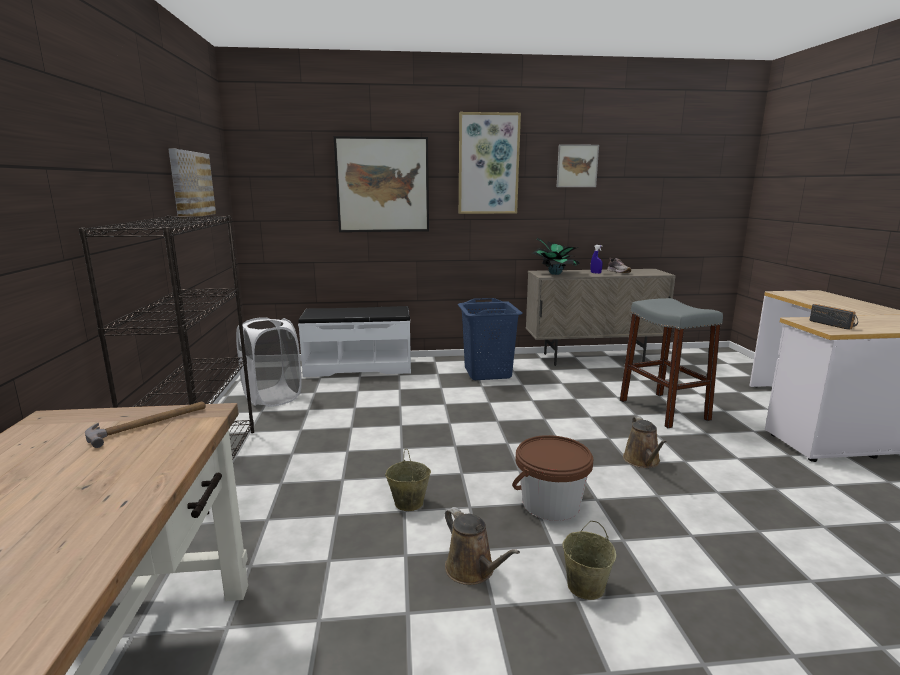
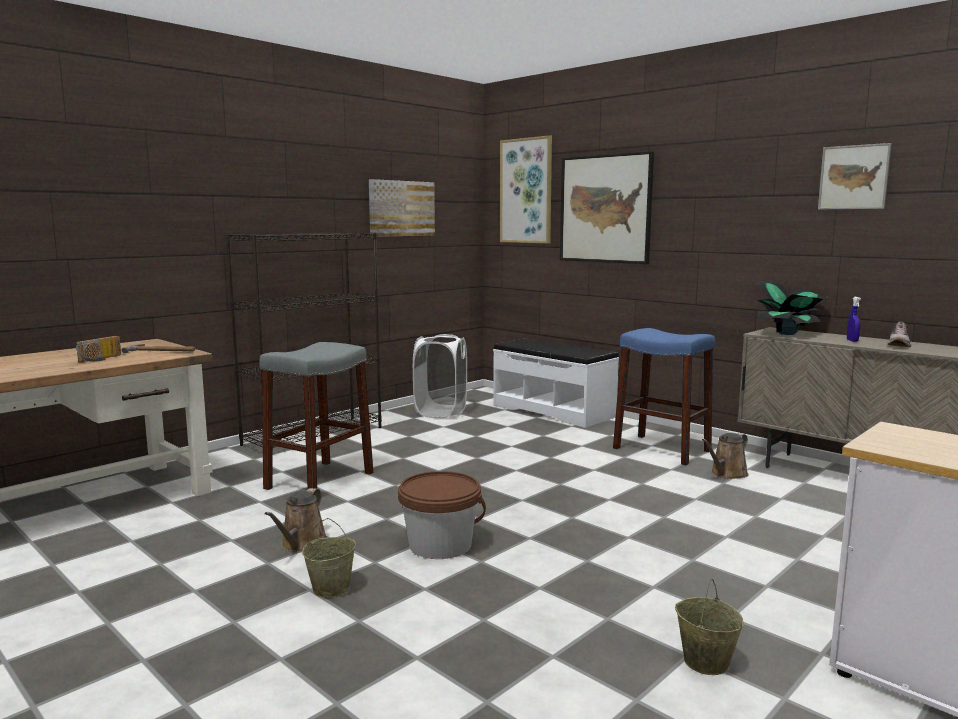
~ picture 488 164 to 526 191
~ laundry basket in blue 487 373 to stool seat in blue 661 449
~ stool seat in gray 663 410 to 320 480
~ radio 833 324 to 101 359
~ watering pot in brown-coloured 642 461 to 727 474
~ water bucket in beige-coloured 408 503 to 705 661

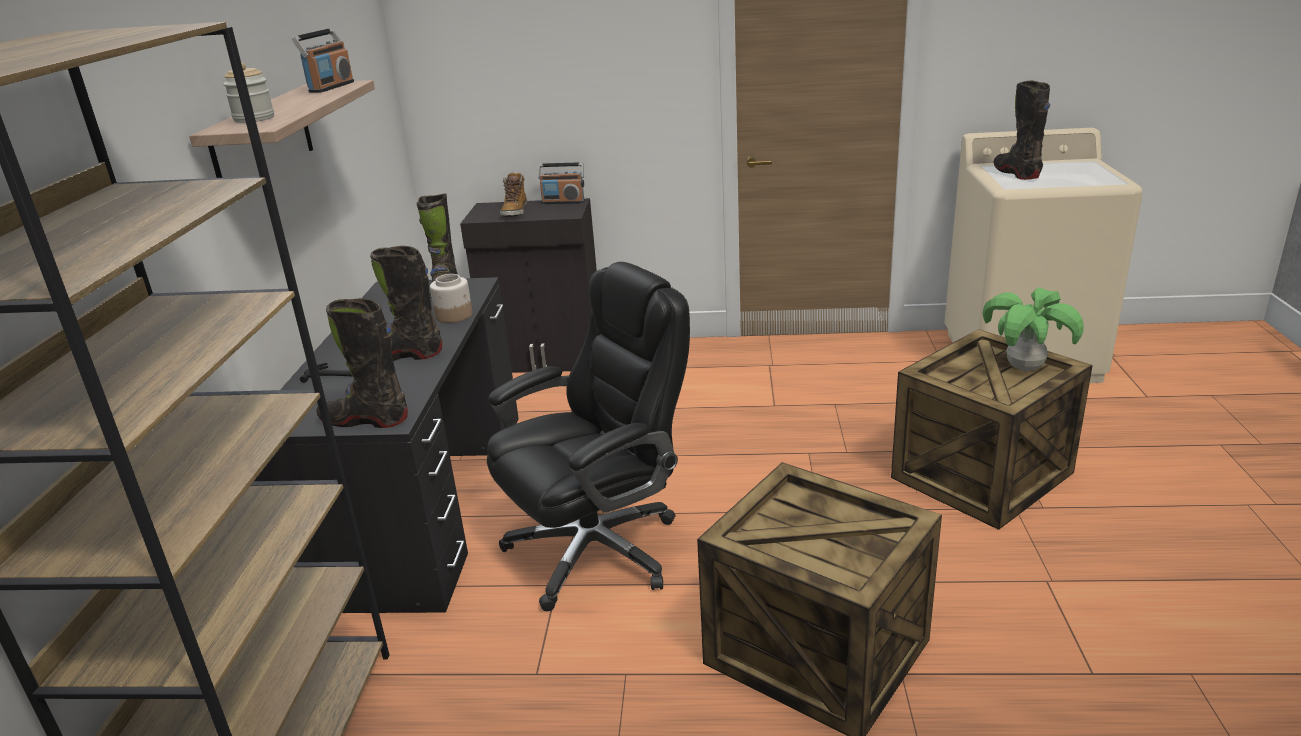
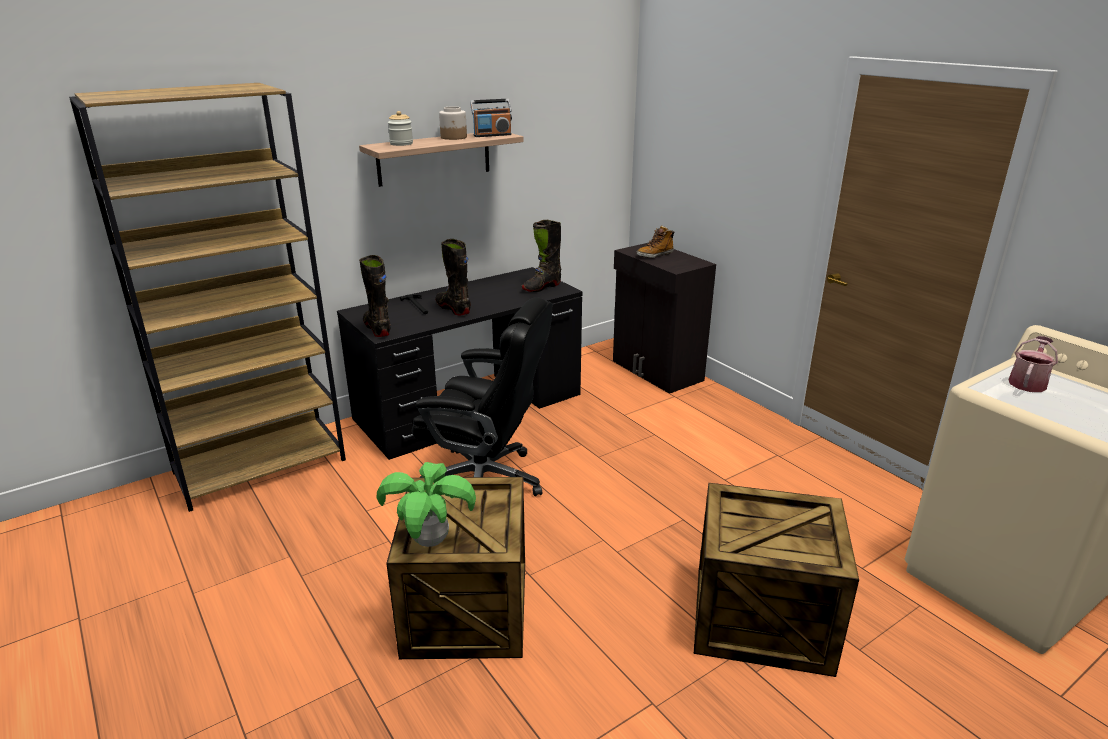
~ high-top boot in blackish 1016 173 to watering pot 1028 382
- radio 563 202
~ preserve jar 454 315 to 454 137
~ plant in a pot 1024 368 to 430 541

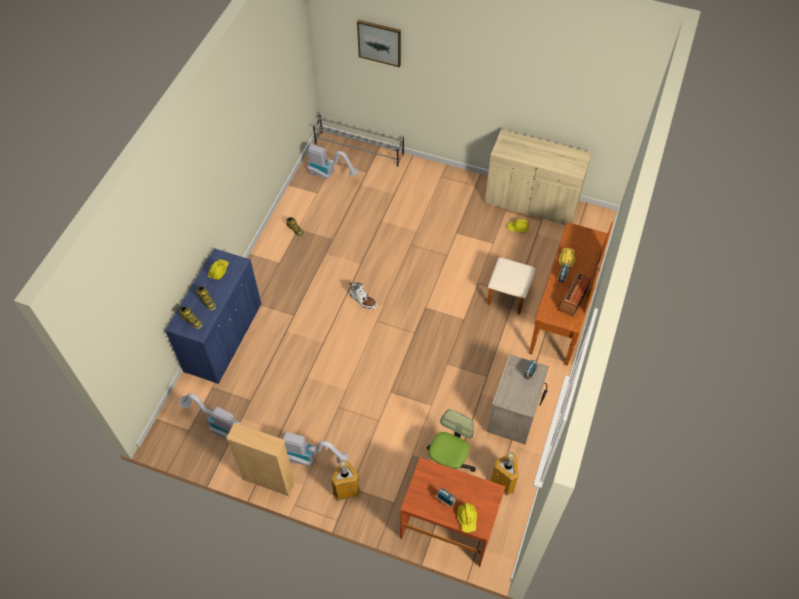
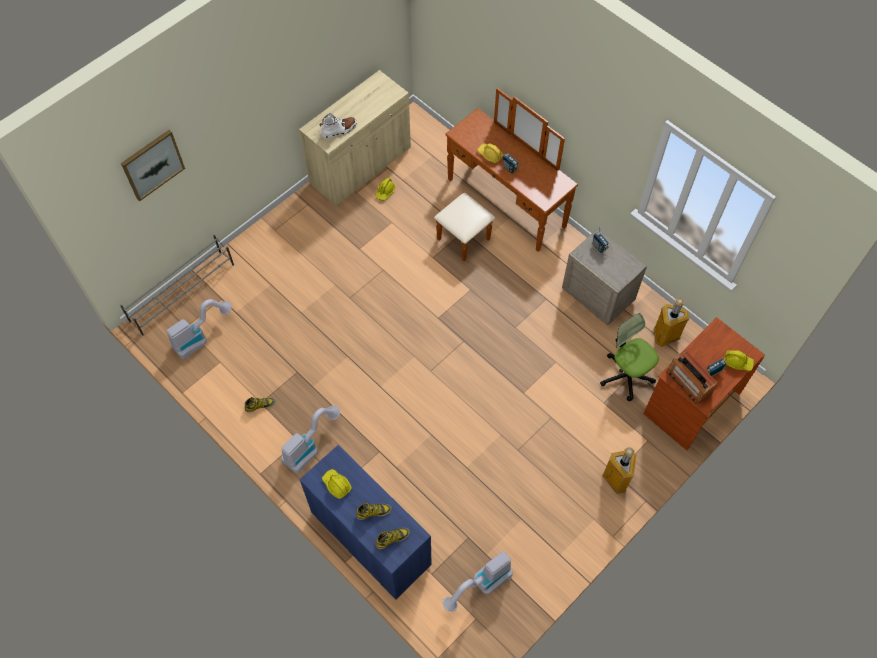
~ radio 572 299 to 688 382
~ high-top boot in white 363 300 to 339 130
- bookshelf in beige-coloured 269 480
~ hoover 311 457 to 309 447

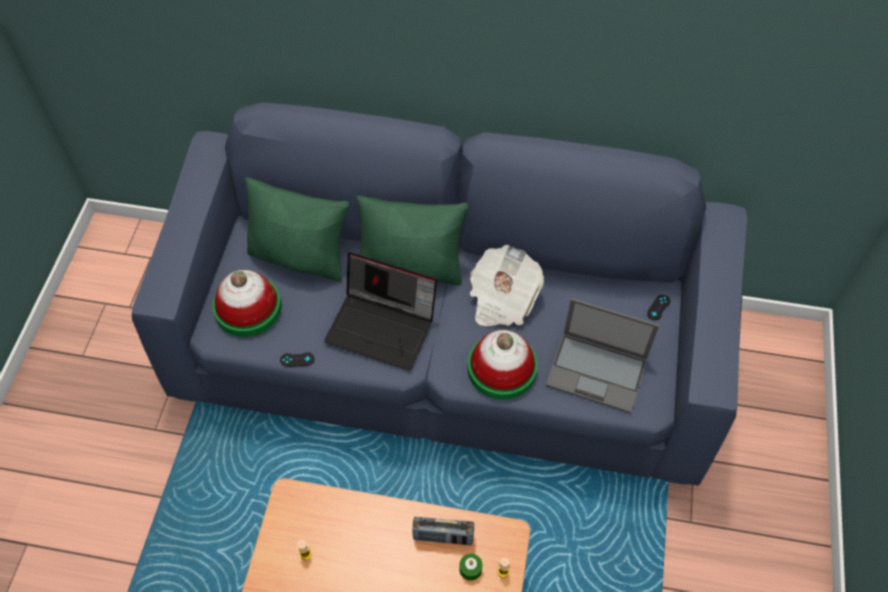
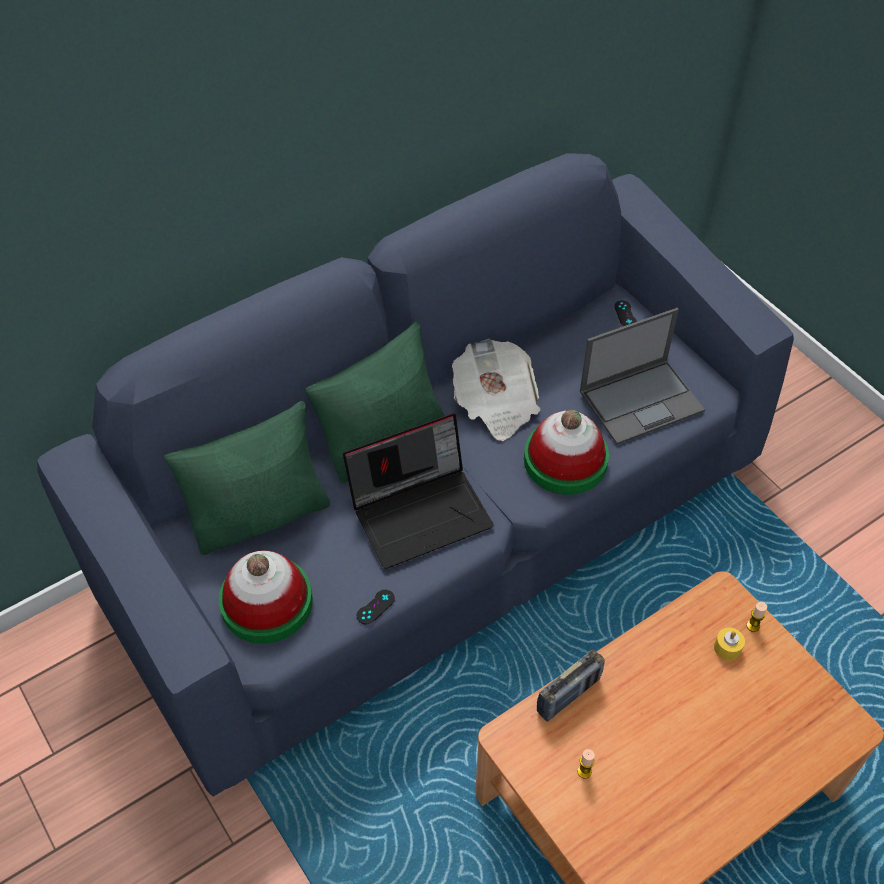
~ radio 443 537 to 568 695
~ candle in greenish 470 569 to candle in yellowish 727 648

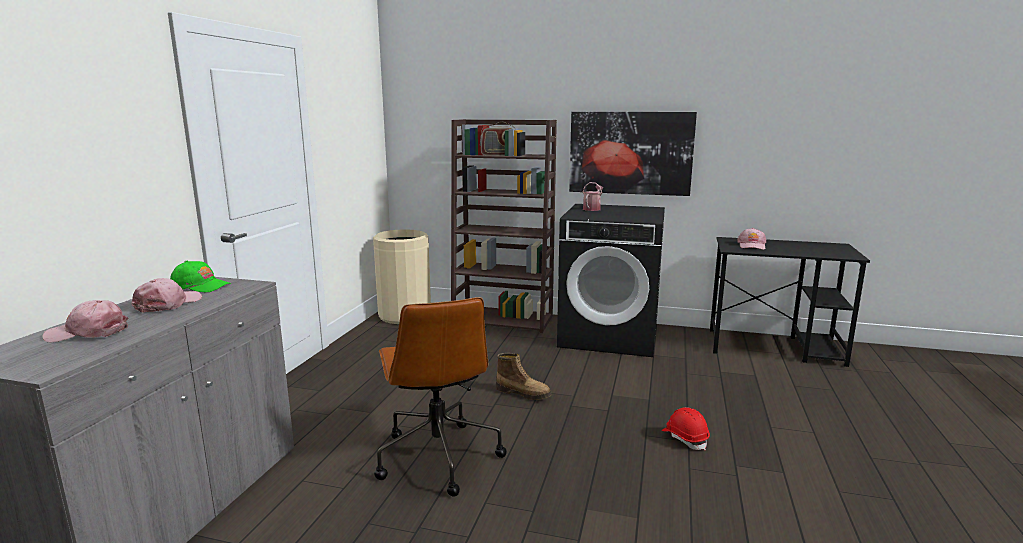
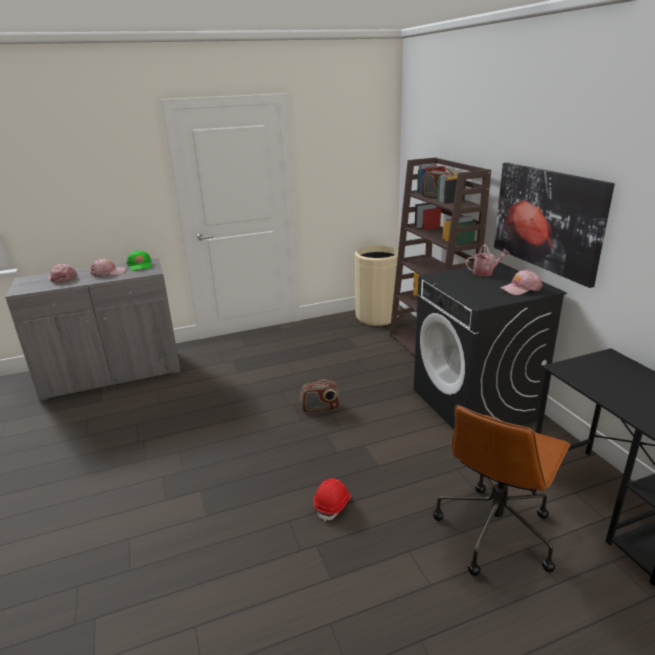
~ cap in pinkish 752 245 to 520 289
~ office chair in brown-coloured 438 456 to 495 530
~ high-top boot 523 393 to radio 320 408

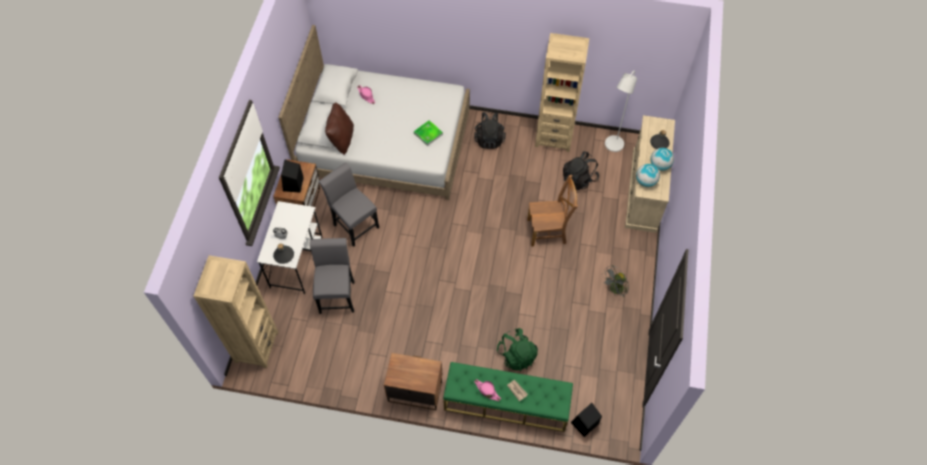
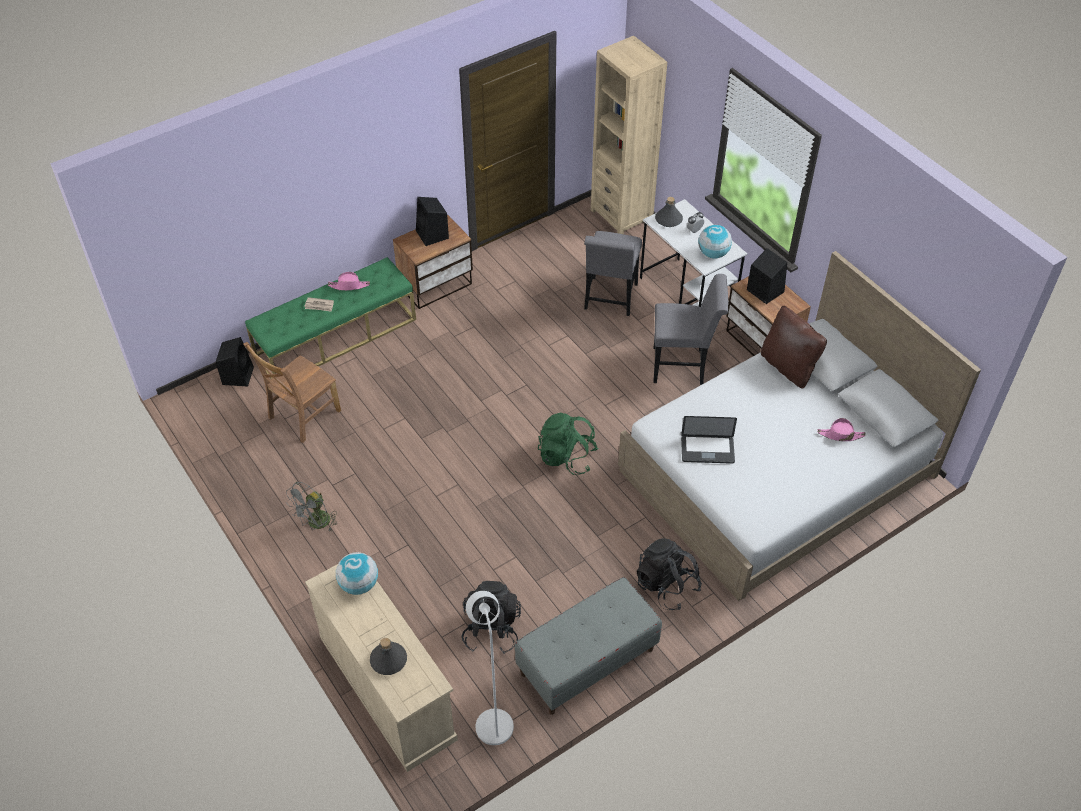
~ bookshelf in beige-coloured 554 137 to long seat in gray 587 662
~ serving tray 428 134 to laptop 707 450
~ world globe 659 165 to 713 253
~ upright chair in brown-coloured 548 231 to 302 416
~ upright chair in gray 337 294 = 610 299 60 degrees clockwise
~ cooling fan in gray 614 290 = 316 524 150 degrees counterclockwise
~ rucksack in greenish 516 355 to 566 457
+ loudspeaker in blackish 433 235

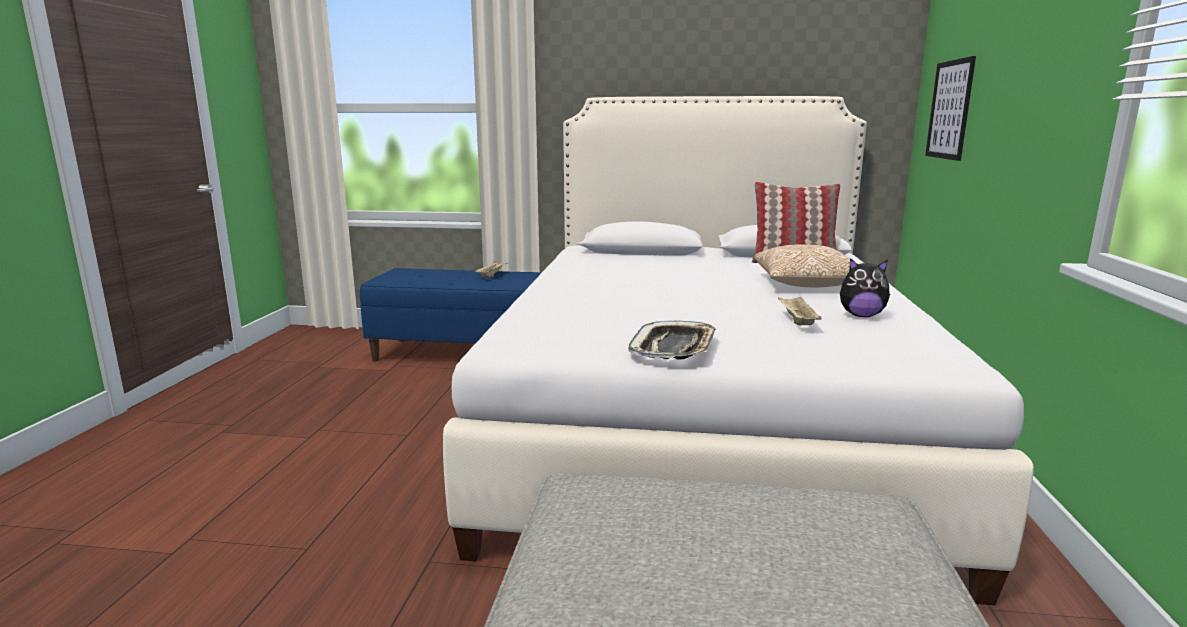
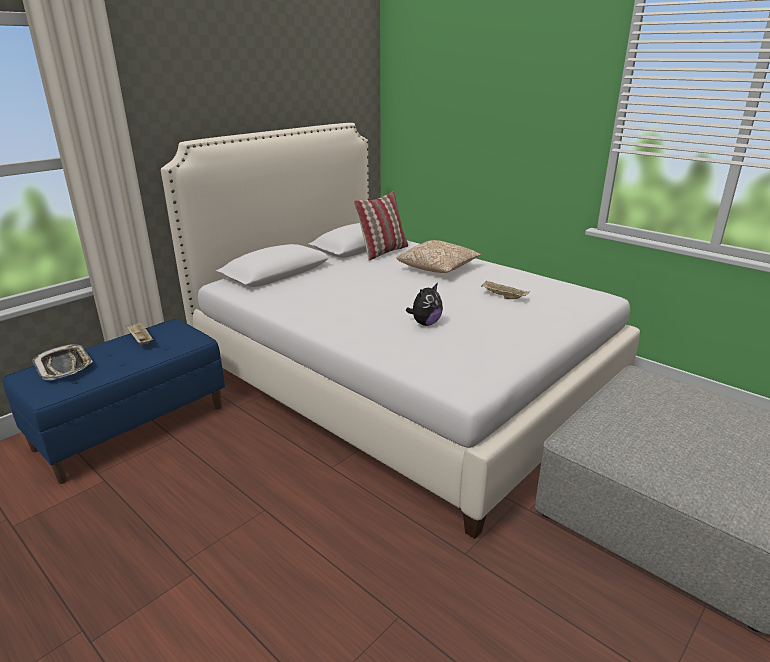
- picture 949 110
~ cuddly toy 861 315 to 425 323
~ serving tray 674 348 to 64 366

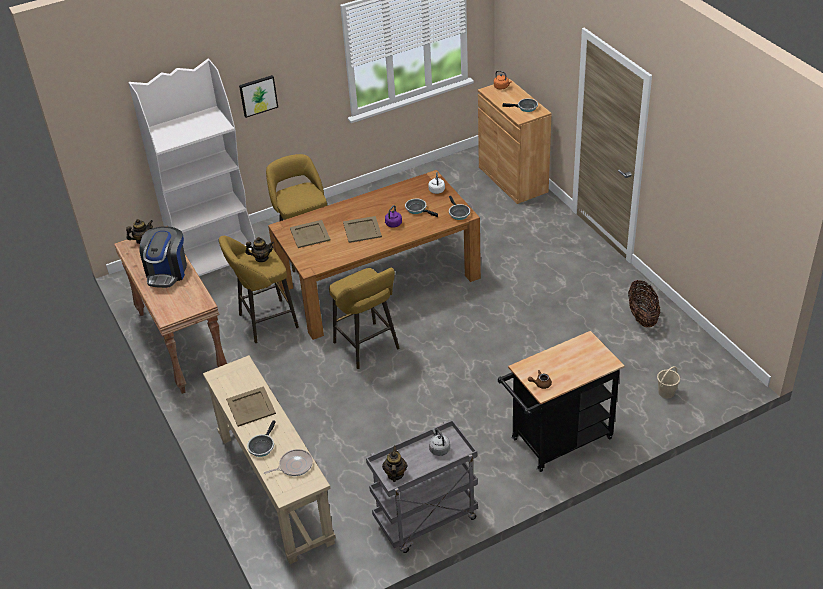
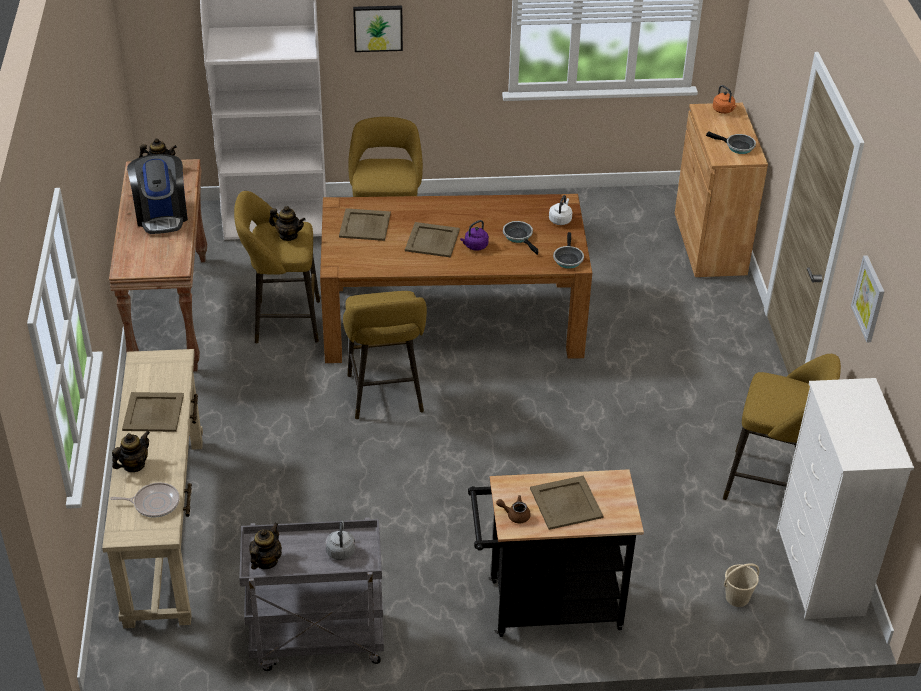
~ coffee machine 167 272 = 162 215 45 degrees counterclockwise
~ household basket 642 316 to stool seat in yellowish 769 484
~ skillet 262 446 to tea pot 133 465
+ picture 869 298
+ drawer chest in white 819 573
+ serving tray in beige-coloured 566 502

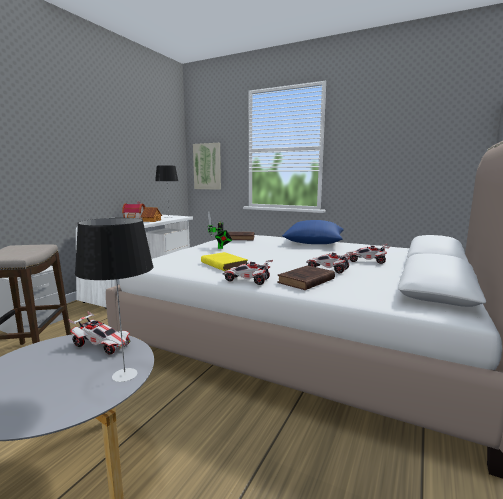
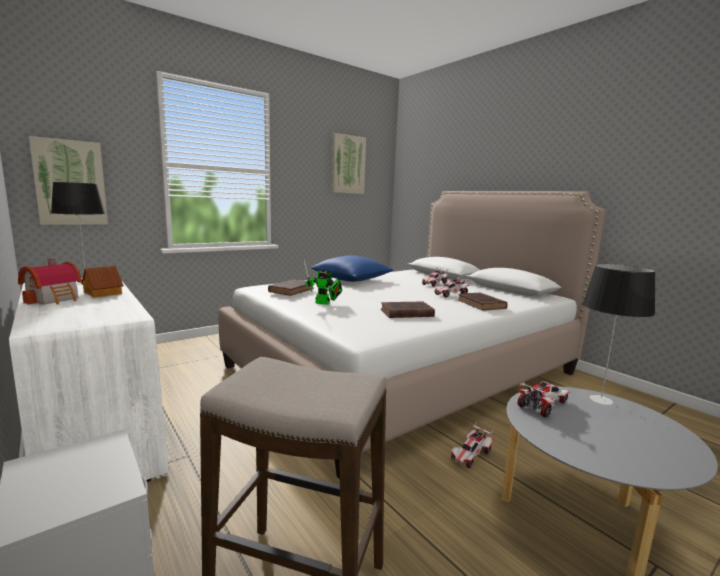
~ volume in yellowish 223 264 to volume in brown-coloured 405 313
~ miniature car 247 280 to 470 456
+ picture 348 164

